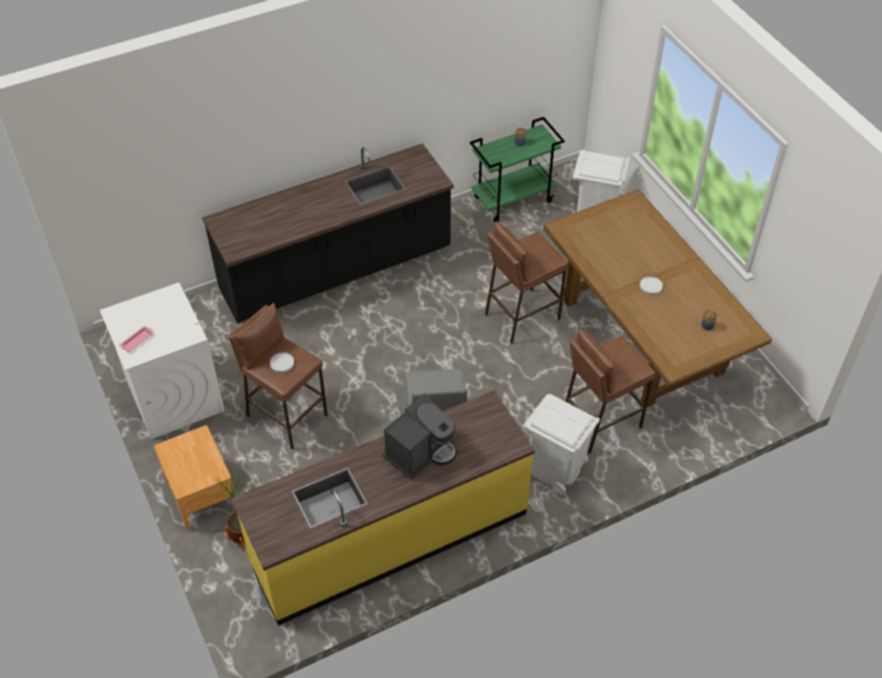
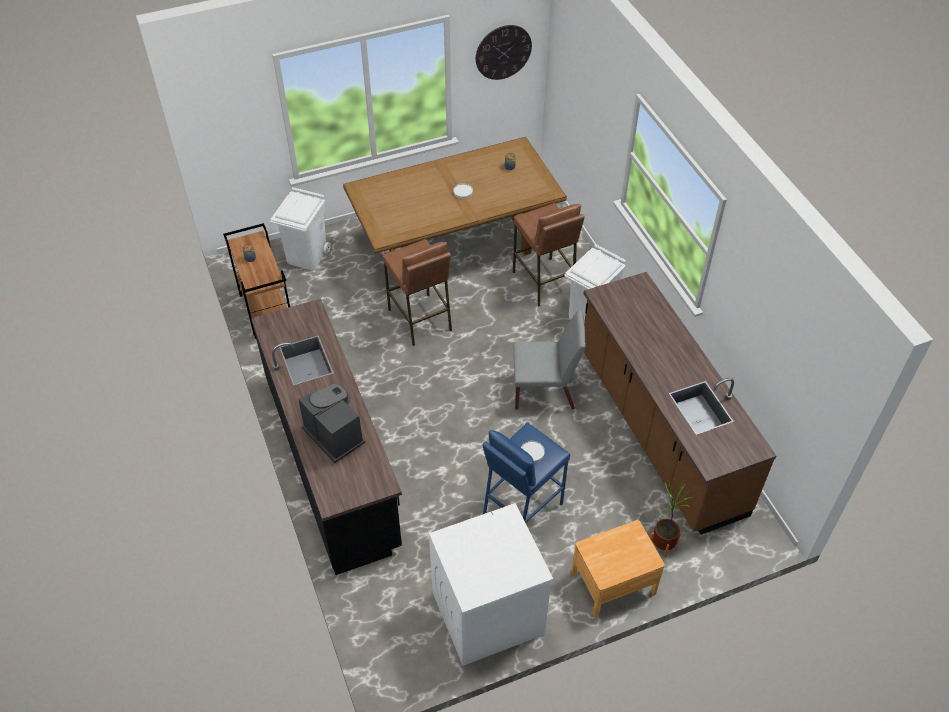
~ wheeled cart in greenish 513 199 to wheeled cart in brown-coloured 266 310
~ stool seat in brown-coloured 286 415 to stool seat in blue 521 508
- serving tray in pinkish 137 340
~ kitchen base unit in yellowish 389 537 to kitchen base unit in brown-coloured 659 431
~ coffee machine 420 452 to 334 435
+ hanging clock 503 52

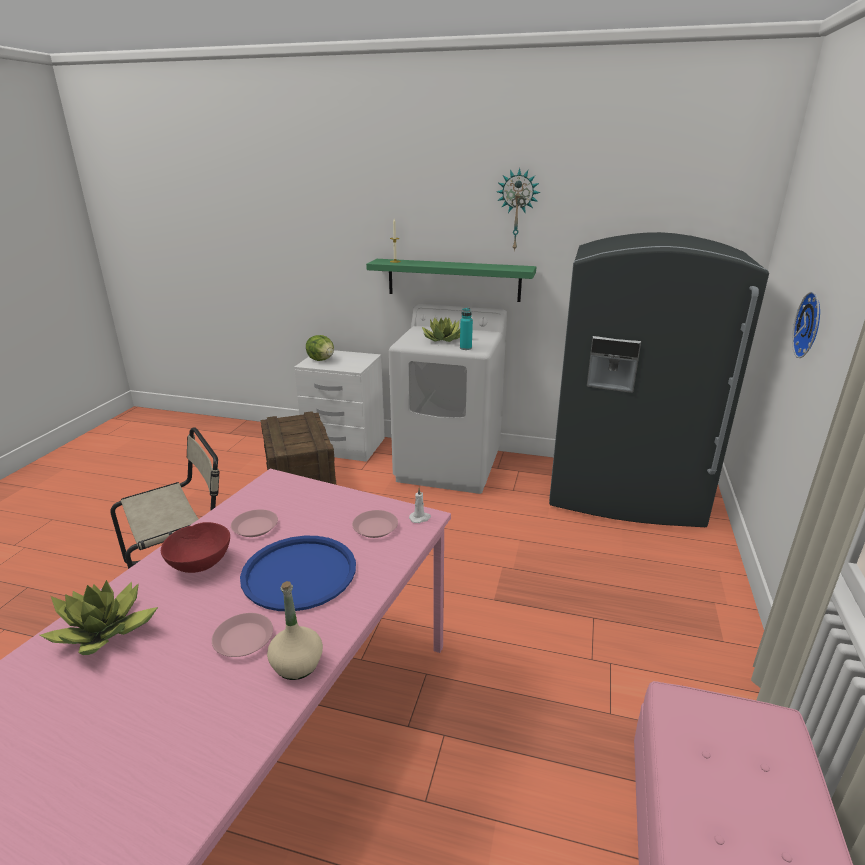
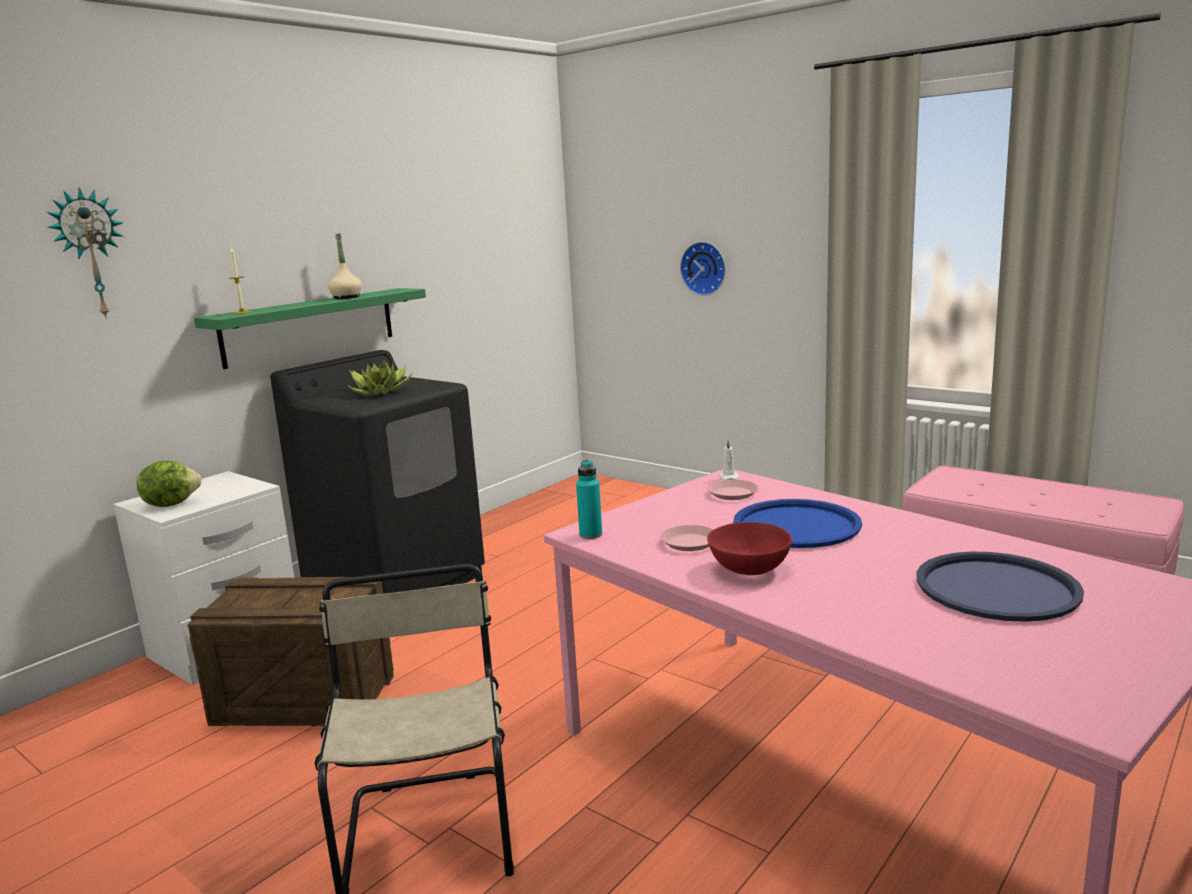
~ hanging clock 517 210 to 90 254
- kitchen fridge in gray 624 494
~ washing machine in white 449 466 to washing machine in blackish 397 581
~ drink bottle in turquoise 465 348 to 590 535
- plant in a pot 104 631
~ drink bottle in beige-coloured 297 664 to 346 297
- flat dish in pinkish 243 639
+ serving tray in blue 996 588

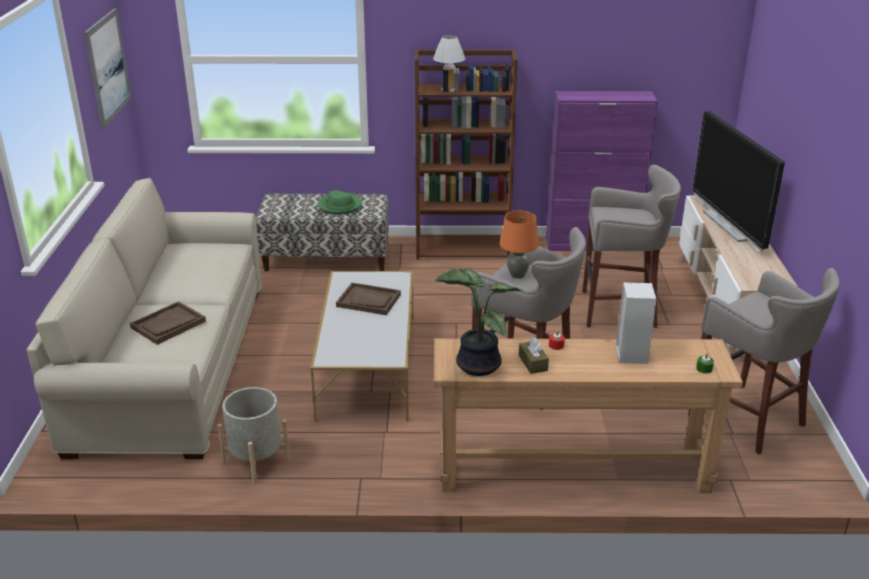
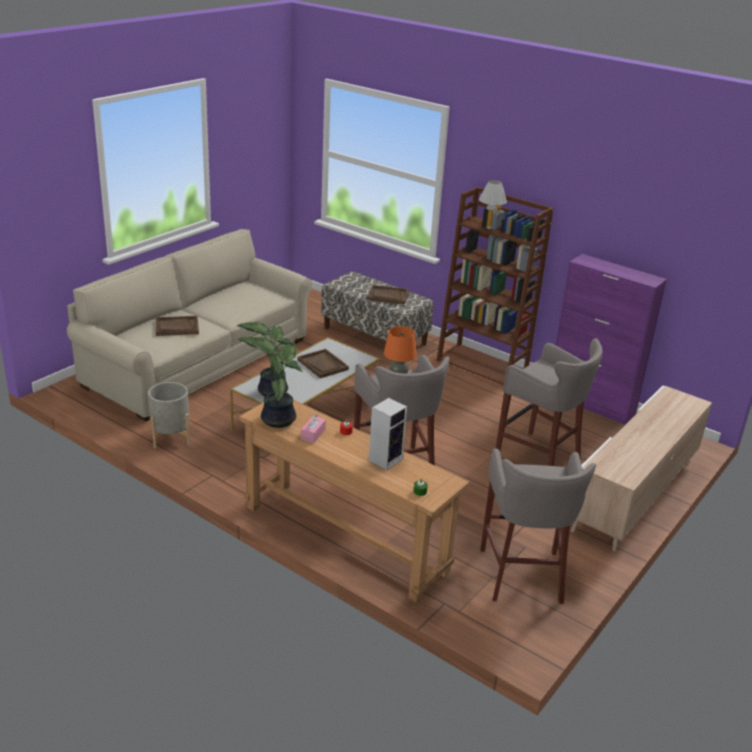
- picture 108 67
- TV 730 225
~ wearable hat in greenish 340 206 to serving tray in brown-coloured 388 296
~ tissue box in brown-coloured 533 363 to tissue box in pinkish 313 434
+ plant in a pot 271 391

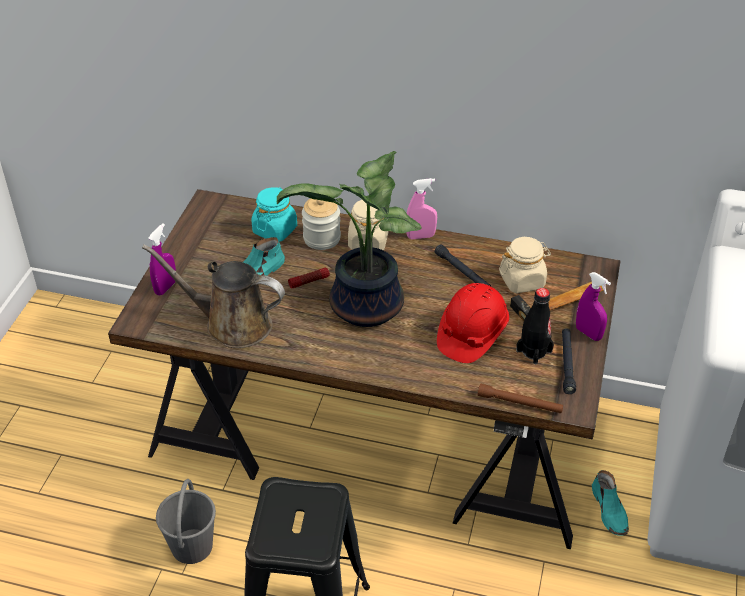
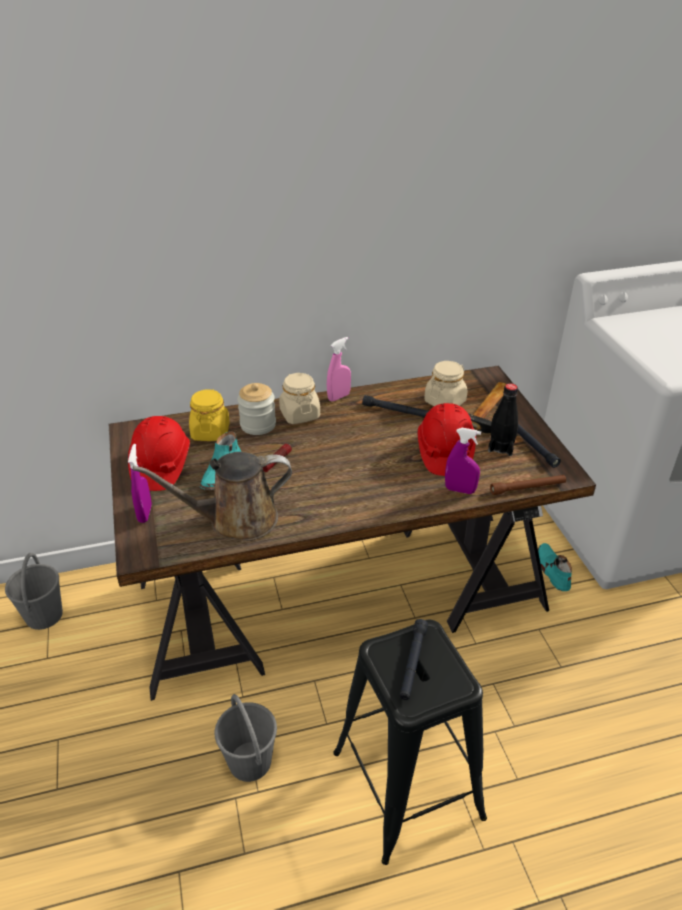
- plant in a pot 363 308
~ preserve jar in turquoise 275 230 to preserve jar in yellowish 210 432
~ spray bottle in purple 588 333 to 460 490
~ low shoe in turquoise 610 510 = 552 570 150 degrees counterclockwise
+ work helmet in red-coloured 160 466
+ water bucket in gray 44 616
+ torch in blackish 412 663

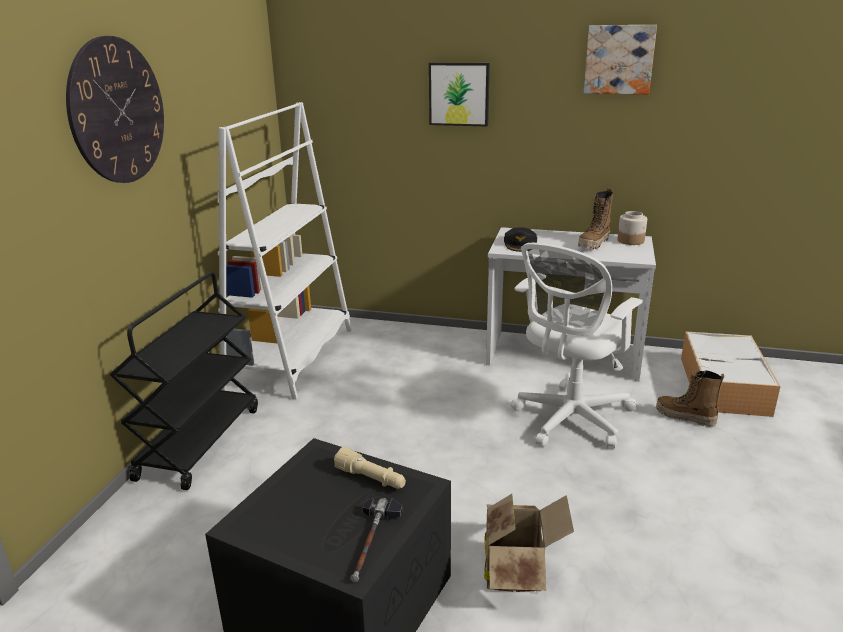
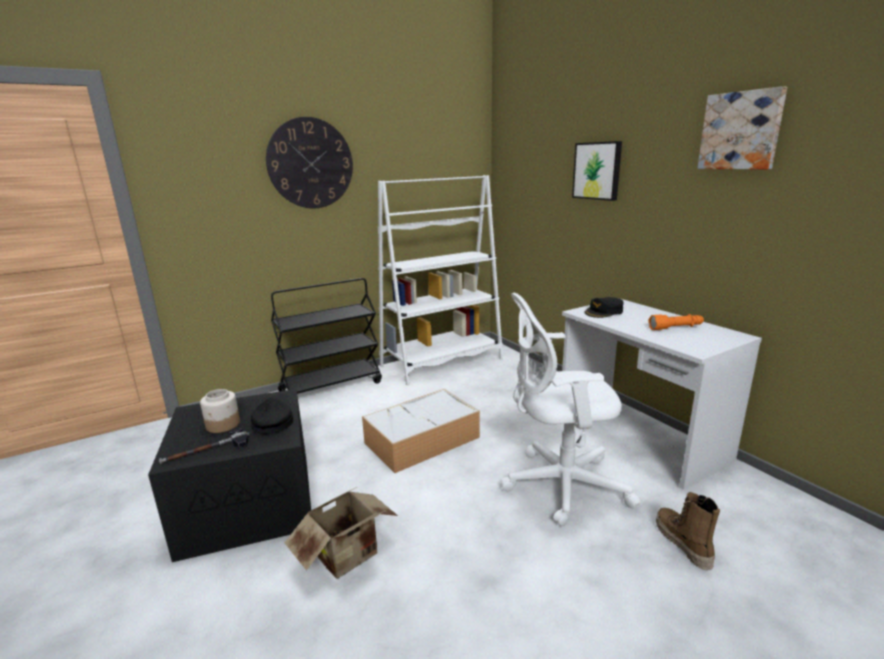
~ high-top boot 594 244 to torch in orangey 676 328
~ preserve jar 631 241 to 223 425
~ storage box 724 386 to 421 441
~ torch in beige-coloured 371 479 to cap in blackish 272 422

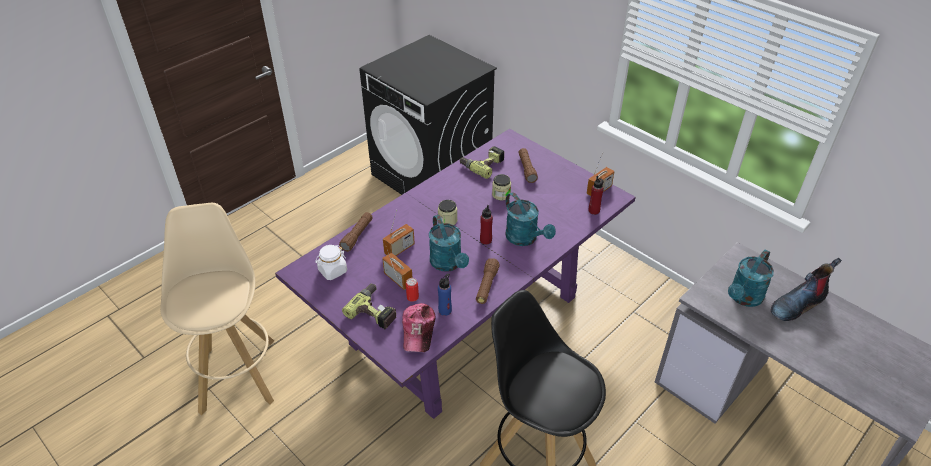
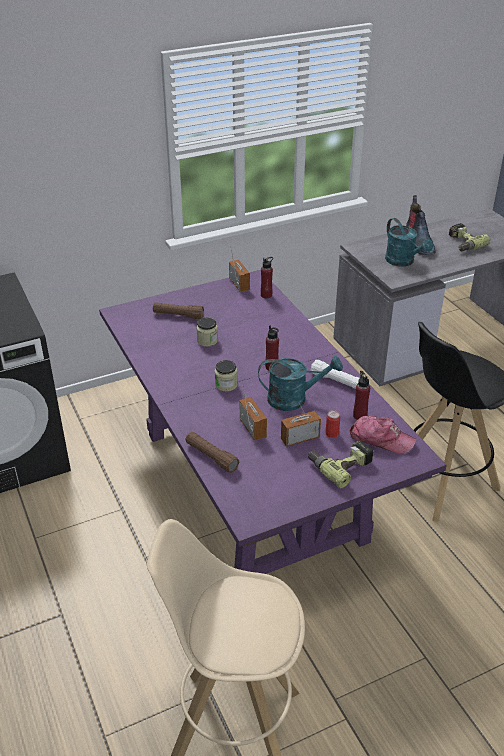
~ electric drill 482 164 to 462 243
- watering pot in turquoise 525 239
- preserve jar in white 332 271
~ torch in brown-coloured 487 286 to torch in white 337 381
~ drink bottle in blue 445 310 to drink bottle in red-coloured 360 415

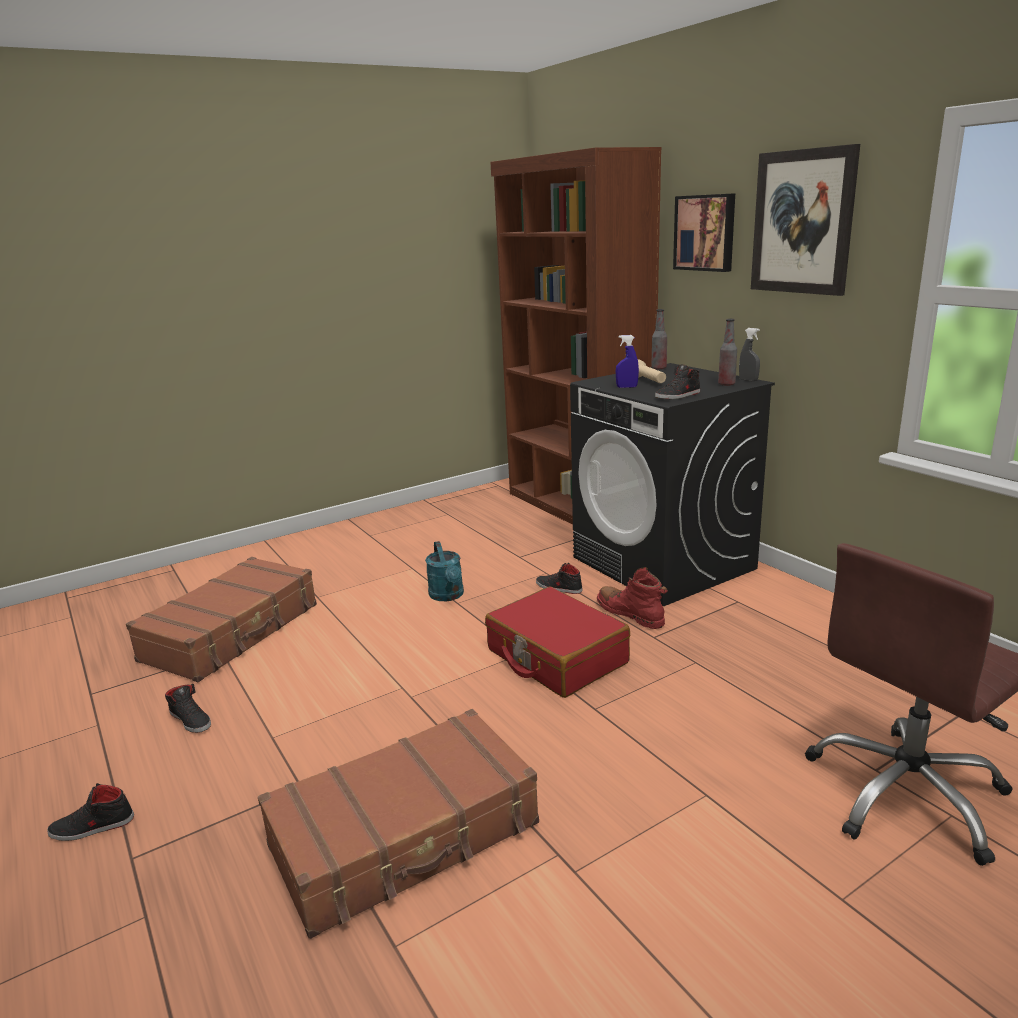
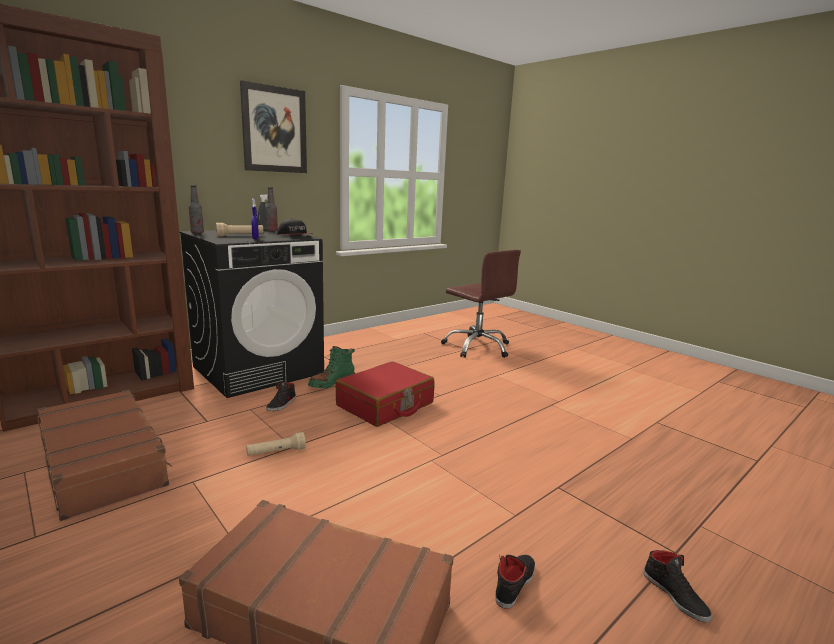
- picture 705 232
~ low shoe in blackish 678 396 to cap 295 236
~ watering pot in turquoise 448 596 to torch in beige-coloured 276 452
~ high-top boot in red-coloured 630 614 to high-top boot in greenish 332 382
~ travel case in brown-coloured 406 836 to 104 463

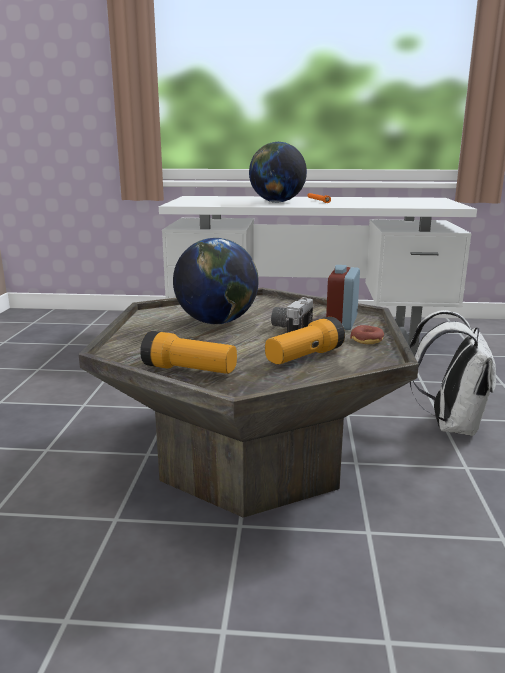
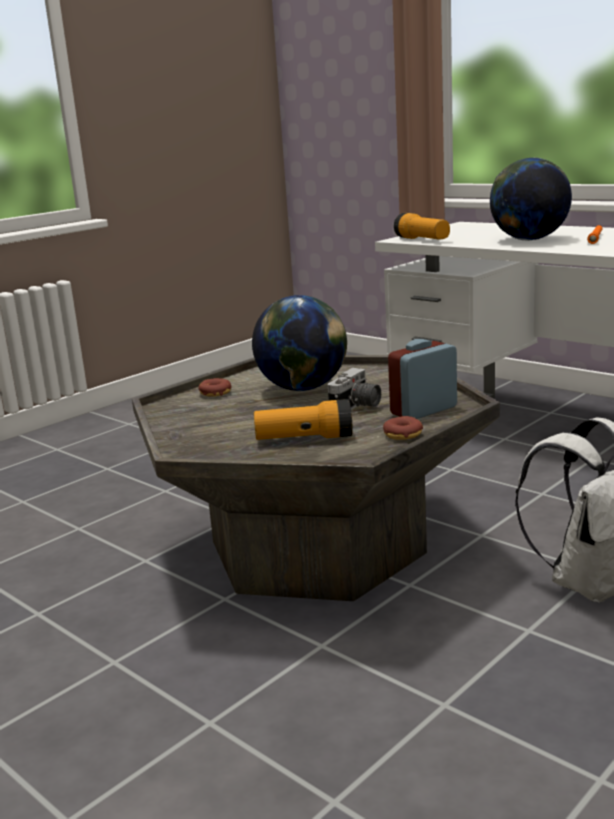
~ photo camera 291 328 = 357 408 150 degrees clockwise
~ torch 189 370 to 422 240
+ donut 215 393

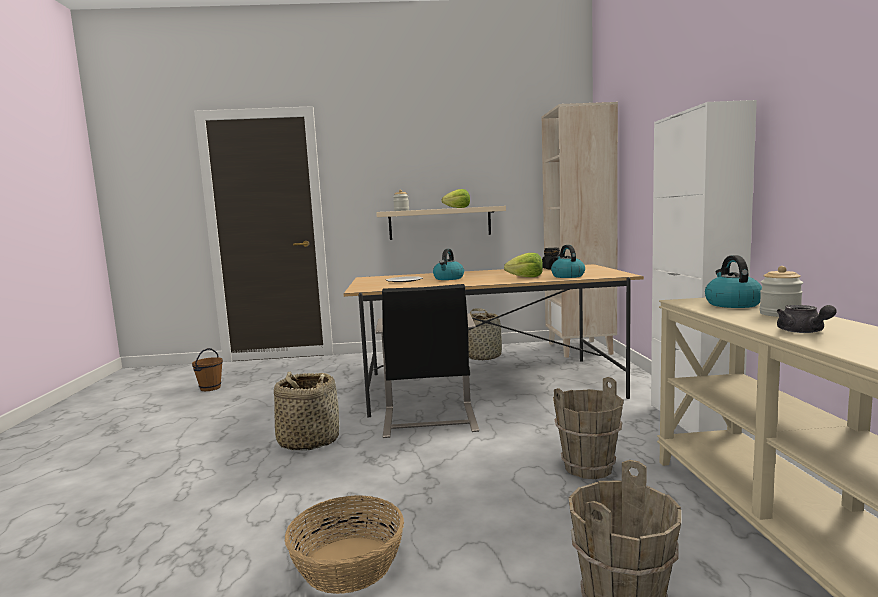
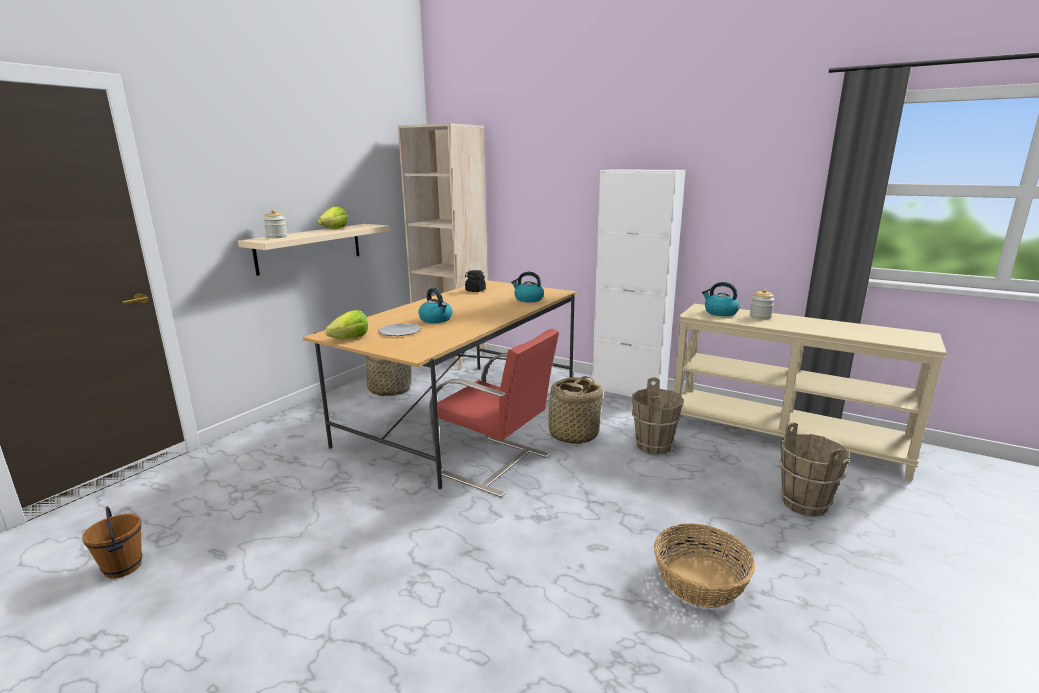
~ lettuce 526 277 to 350 339
~ upright chair in blackish 429 420 to upright chair in red-coloured 496 465
- tea pot in gray 803 332
~ household basket 308 441 to 573 434

